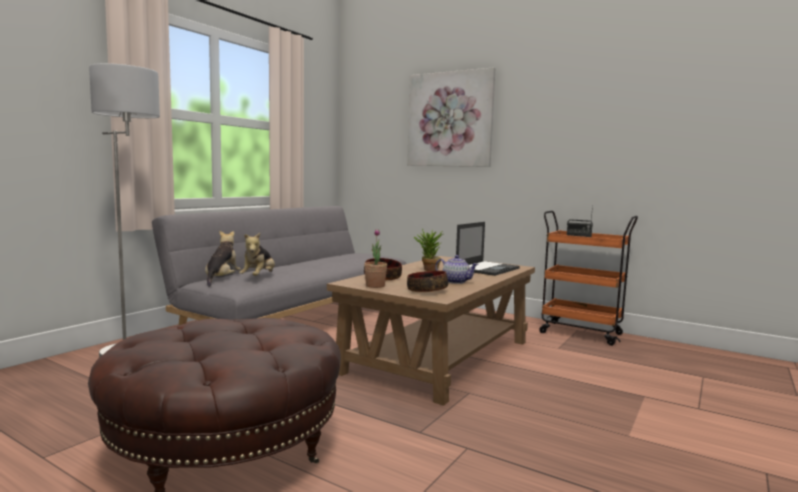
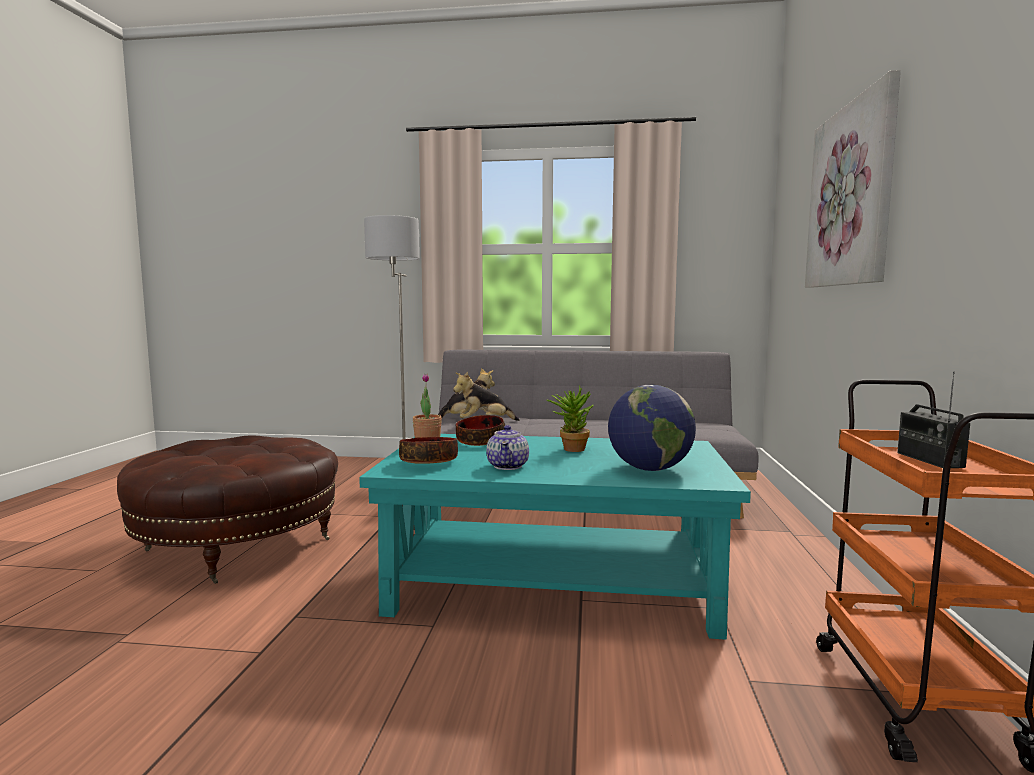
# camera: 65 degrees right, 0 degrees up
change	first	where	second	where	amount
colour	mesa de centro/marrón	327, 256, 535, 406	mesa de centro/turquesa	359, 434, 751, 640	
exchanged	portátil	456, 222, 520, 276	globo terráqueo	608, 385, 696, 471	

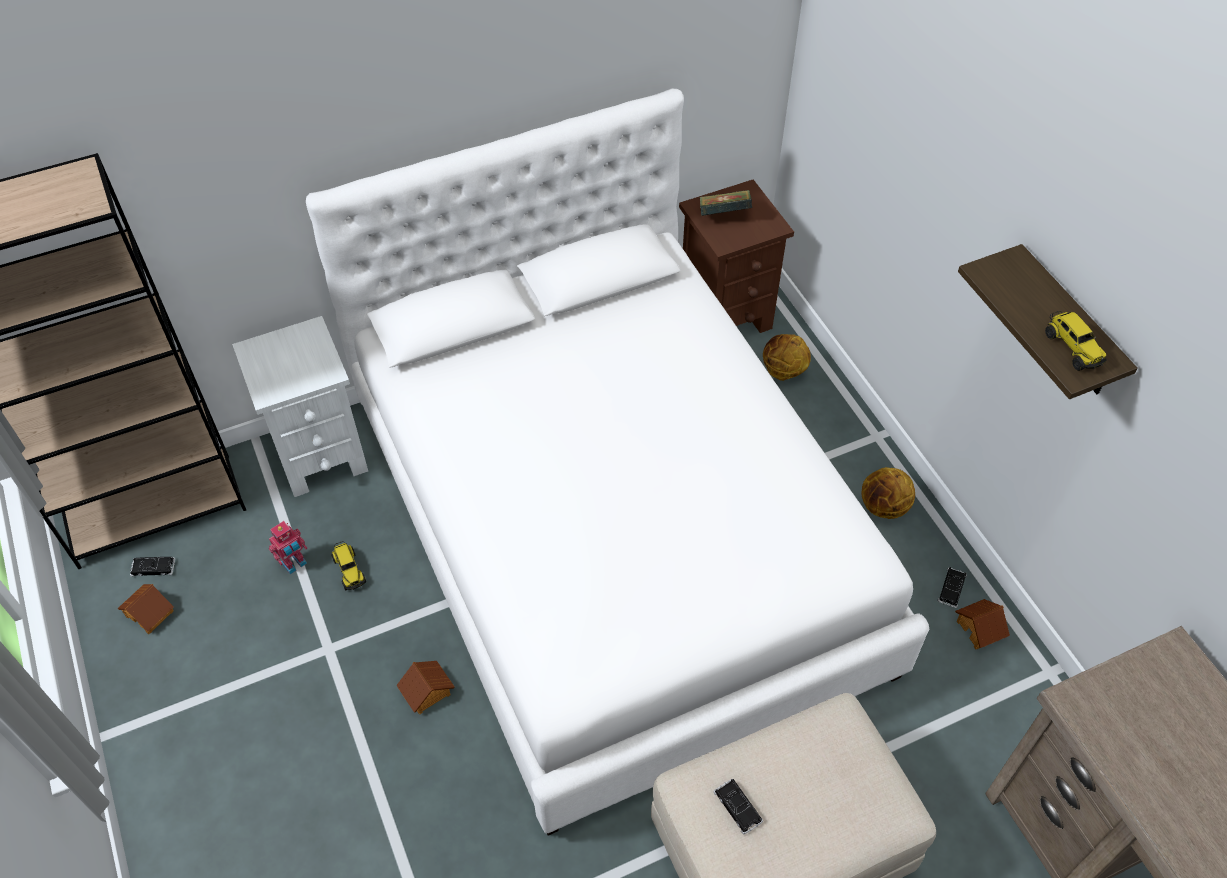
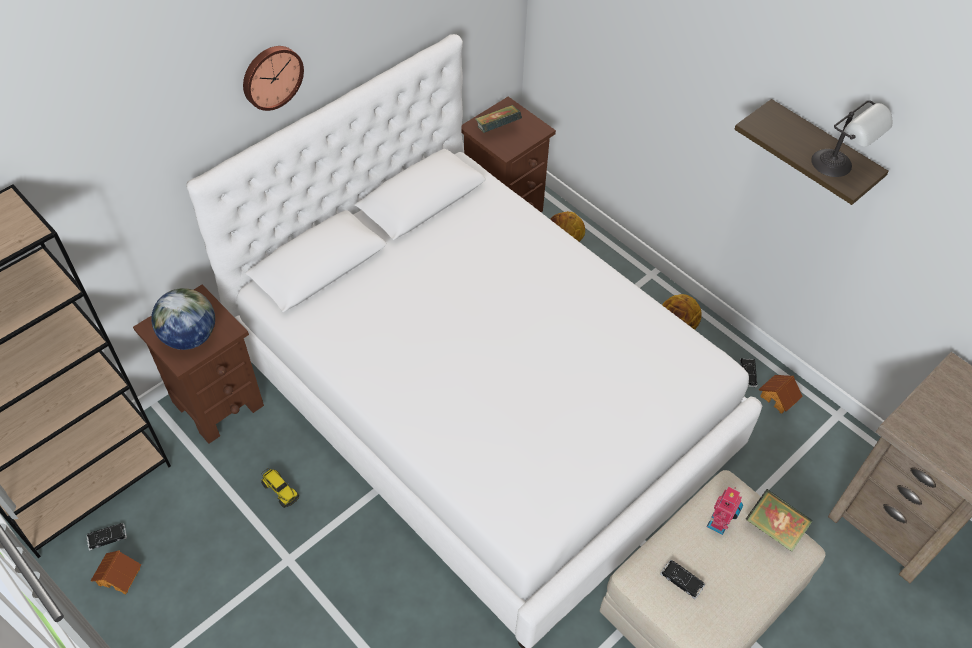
# camera: 20 degrees left, 0 degrees up
change	first	where	second	where	amount
colour	mesita de noche/blanco	232, 316, 368, 497	mesita de noche/marrón	133, 285, 264, 444	
relocated	robot de juguete	269, 521, 307, 574		707, 486, 743, 535	
missing	casita	396, 661, 455, 714			
exchanged	camión de juguete	1045, 311, 1107, 371	lámpara de mesa	811, 100, 893, 177	
appeared			globo terráqueo	151, 288, 215, 350	
appeared			reloj de pared	243, 46, 304, 111	
appeared			libro	746, 489, 813, 552	

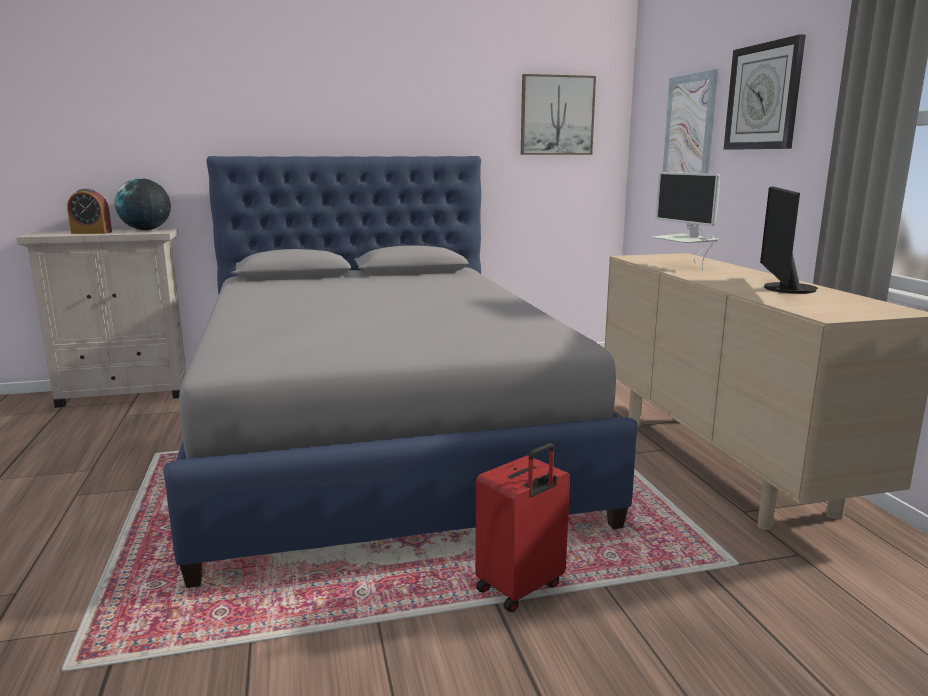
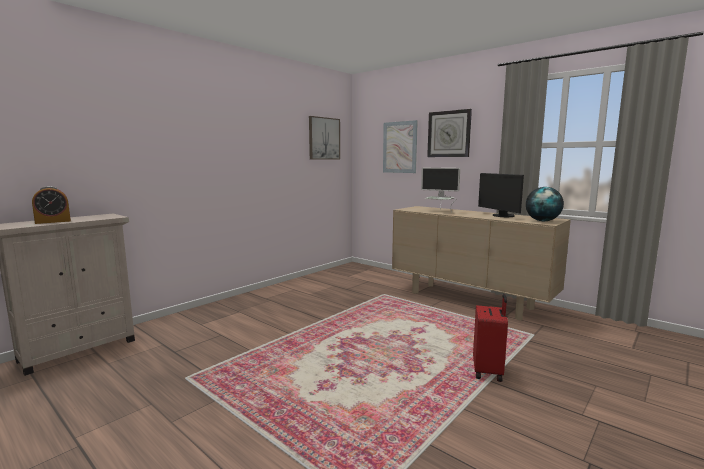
# camera: 35 degrees left, 5 degrees down
change	first	where	second	where	amount
relocated	globo terráqueo	115, 178, 171, 230		526, 187, 564, 221	
missing	cama/gris	163, 156, 638, 588			

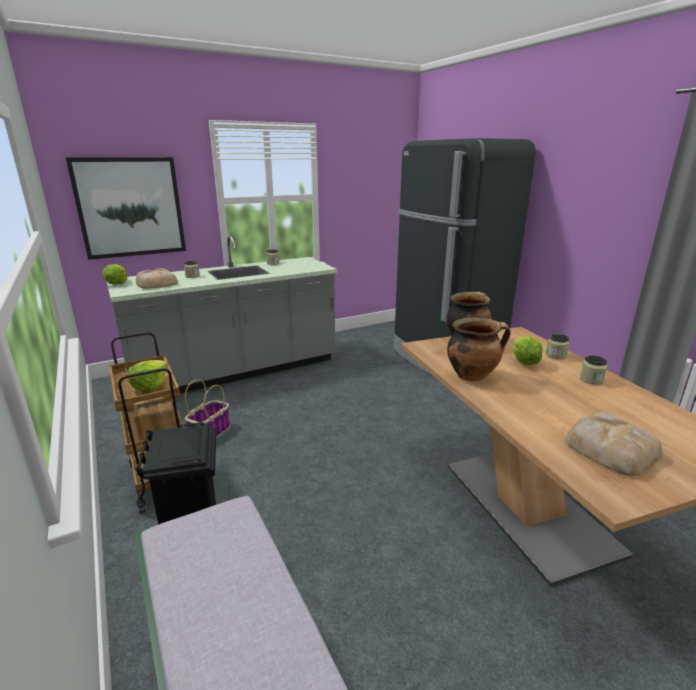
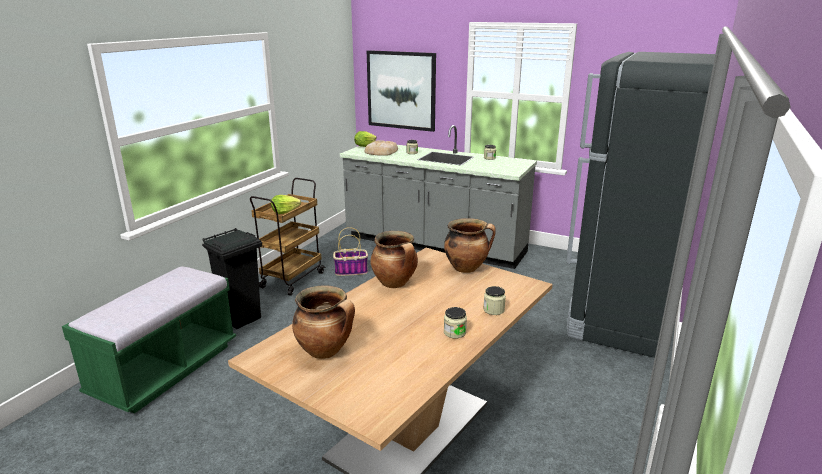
# camera: 55 degrees right, 0 degrees up
change	first	where	second	where	amount
missing	lechuga	513, 336, 543, 365			
exchanged	pan	565, 412, 663, 476	olla	292, 286, 355, 359	

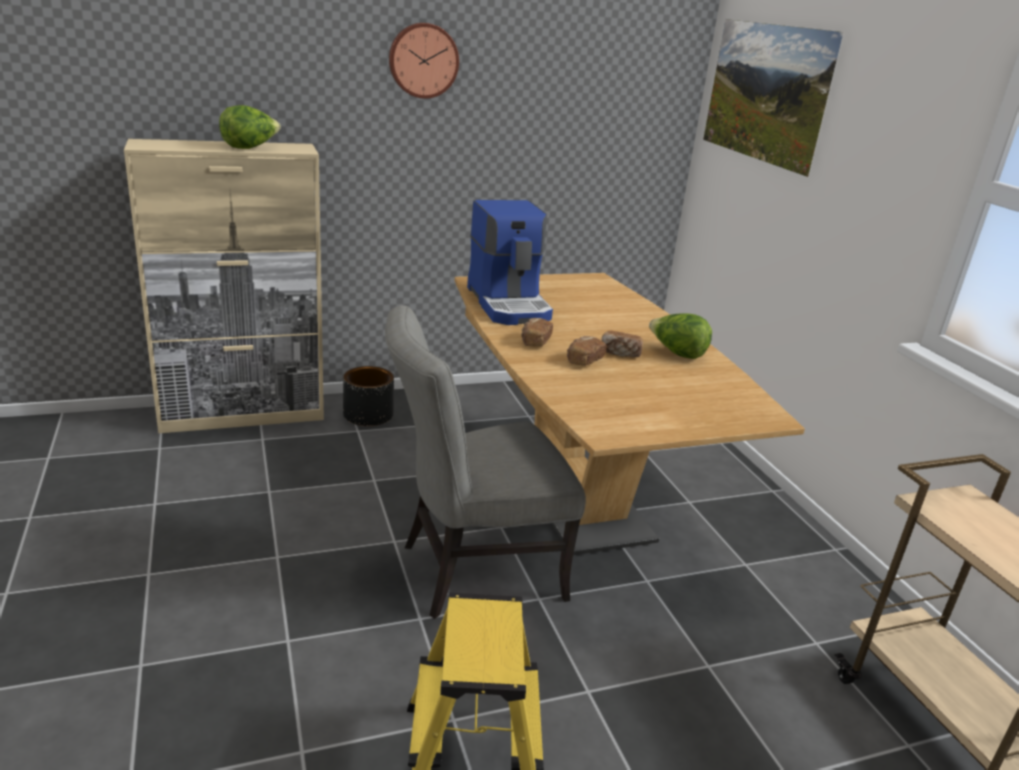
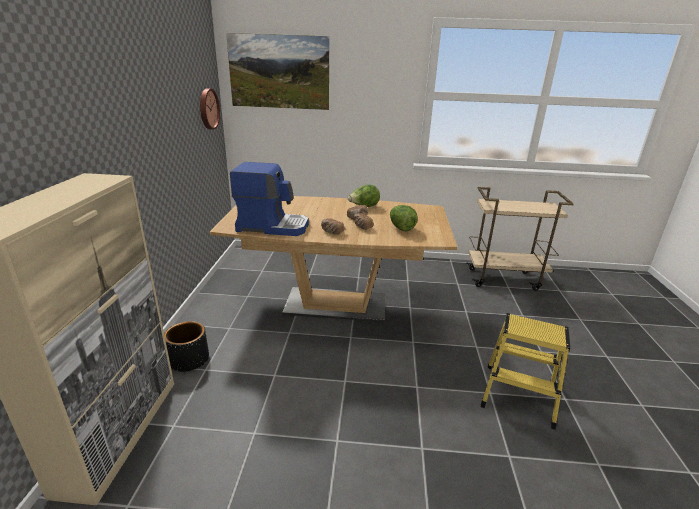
# camera: 65 degrees left, 0 degrees up
change	first	where	second	where	amount
relocated	lechuga	219, 105, 281, 149		390, 205, 418, 232	
missing	silla/gris	385, 305, 586, 619			
relocated	reloj de pared	389, 23, 459, 99		200, 89, 220, 130	

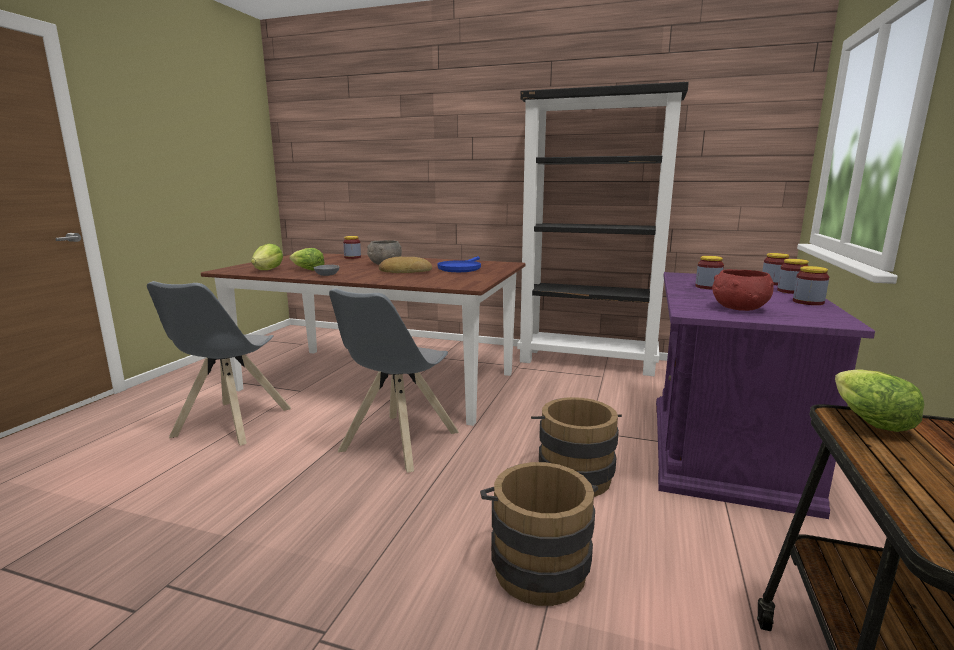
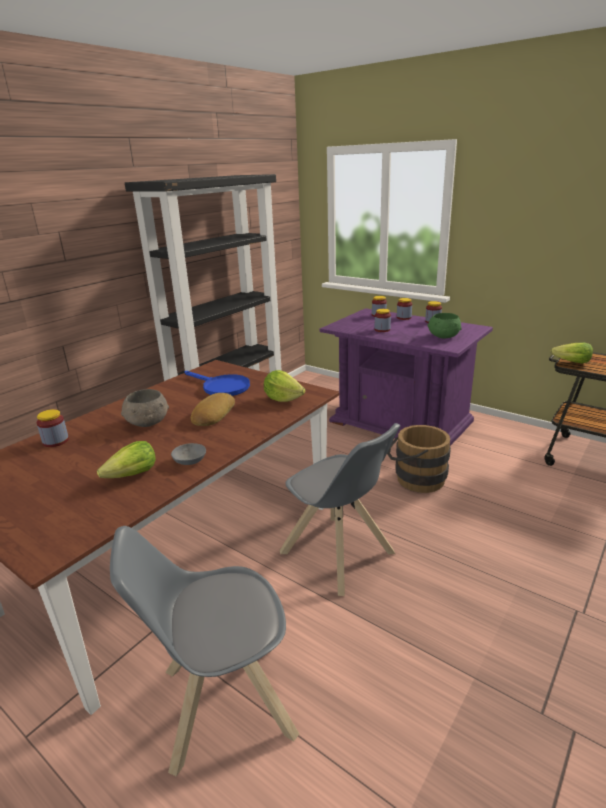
# camera: 70 degrees left, 10 degrees up
change	first	where	second	where	amount
spun	silla/gris	147, 281, 291, 446		110, 526, 299, 776	135 degrees clockwise
relocated	lechuga	251, 244, 283, 270		264, 370, 305, 402	
missing	cubo/marrón	480, 462, 598, 606			
colour	cuenco/rojo	712, 269, 774, 311	cuenco/verde	428, 313, 462, 339	

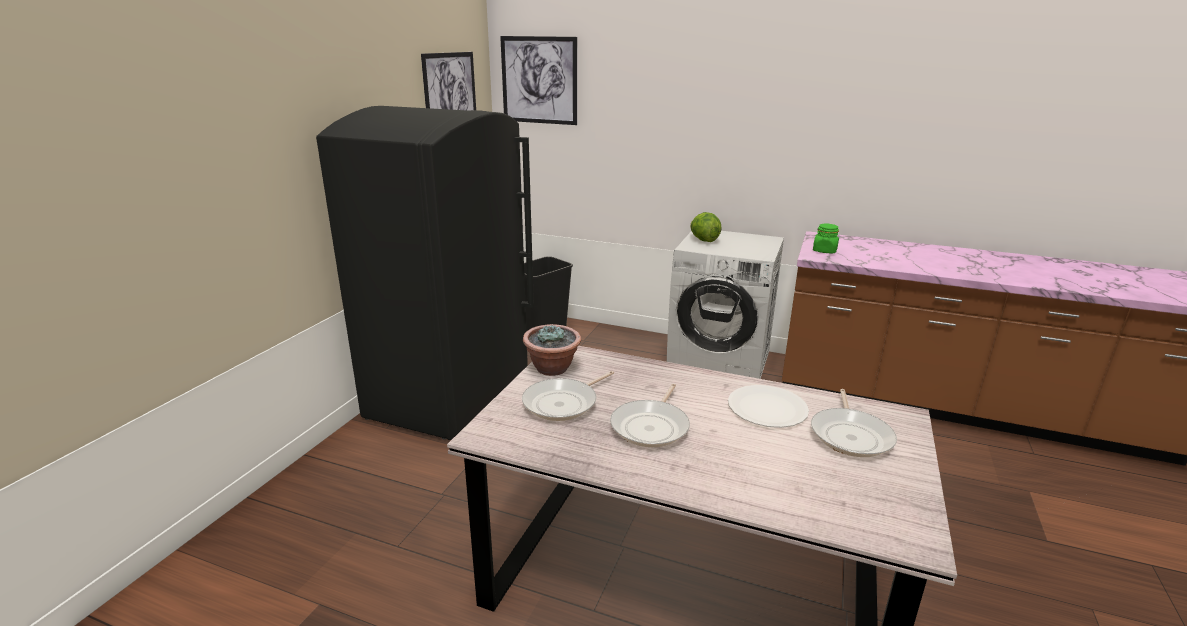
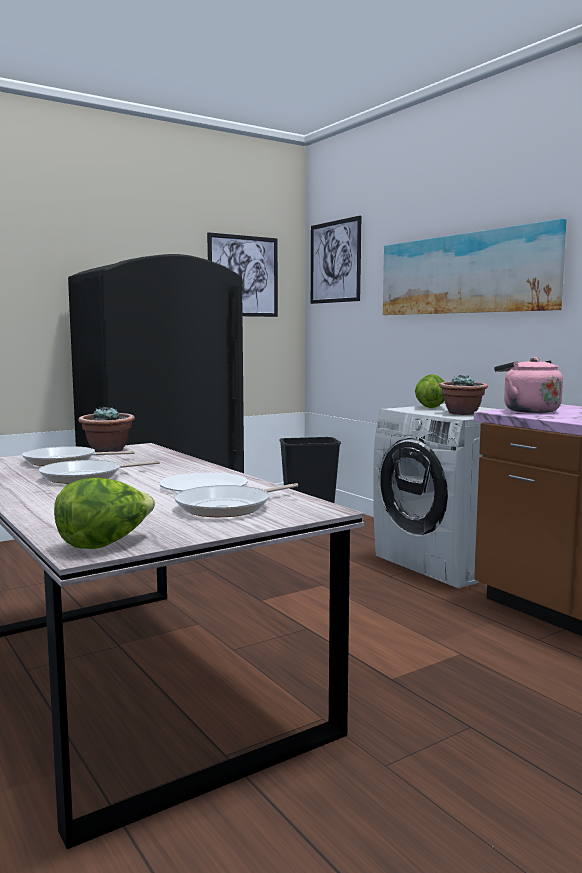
# camera: 35 degrees right, 15 degrees down
change	first	where	second	where	amount
exchanged	tarro/verde	813, 224, 839, 253	hervidor/rosa	494, 357, 563, 413	
appeared			lechuga	54, 478, 155, 549	
appeared			cuadro	383, 219, 567, 315	
appeared			planta en maceta	439, 375, 488, 415	

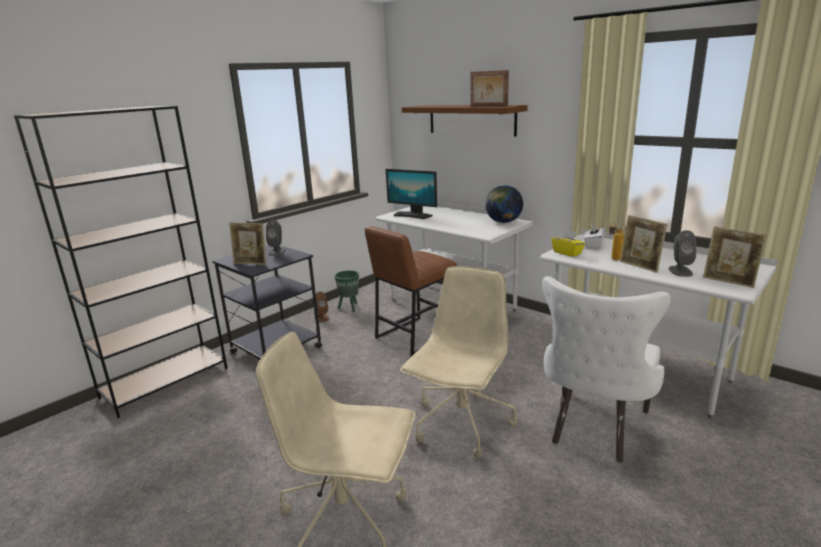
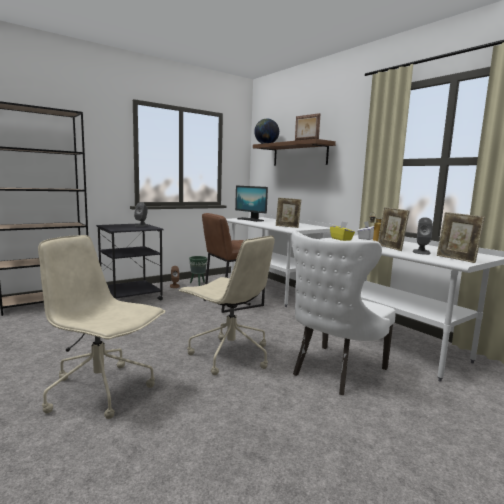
# camera: 10 degrees right, 10 degrees down
change	first	where	second	where	amount
relocated	portarretratos	229, 222, 266, 265		276, 198, 301, 228	
spun	silla de oficina/beis	400, 266, 517, 458		178, 235, 275, 375	90 degrees clockwise
relocated	globo terráqueo	485, 185, 523, 223		254, 119, 279, 144	

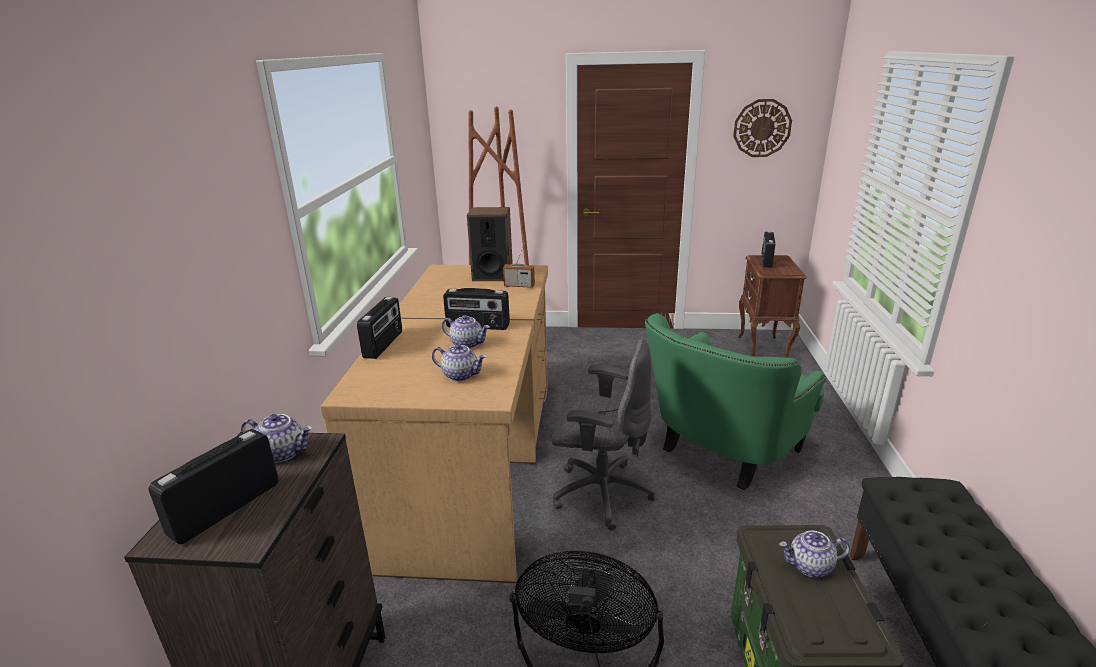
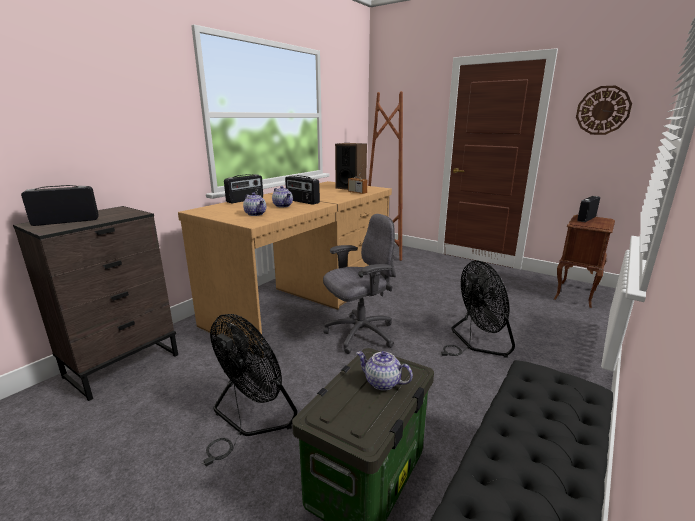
# camera: 30 degrees right, 5 degrees down
change	first	where	second	where	amount
missing	tetera	241, 414, 312, 463			
spun	silla de oficina/gris	552, 339, 656, 530		323, 214, 396, 354	75 degrees counterclockwise
exchanged	sillón/verde	645, 313, 826, 490	ventilador/negro	441, 260, 515, 358	

